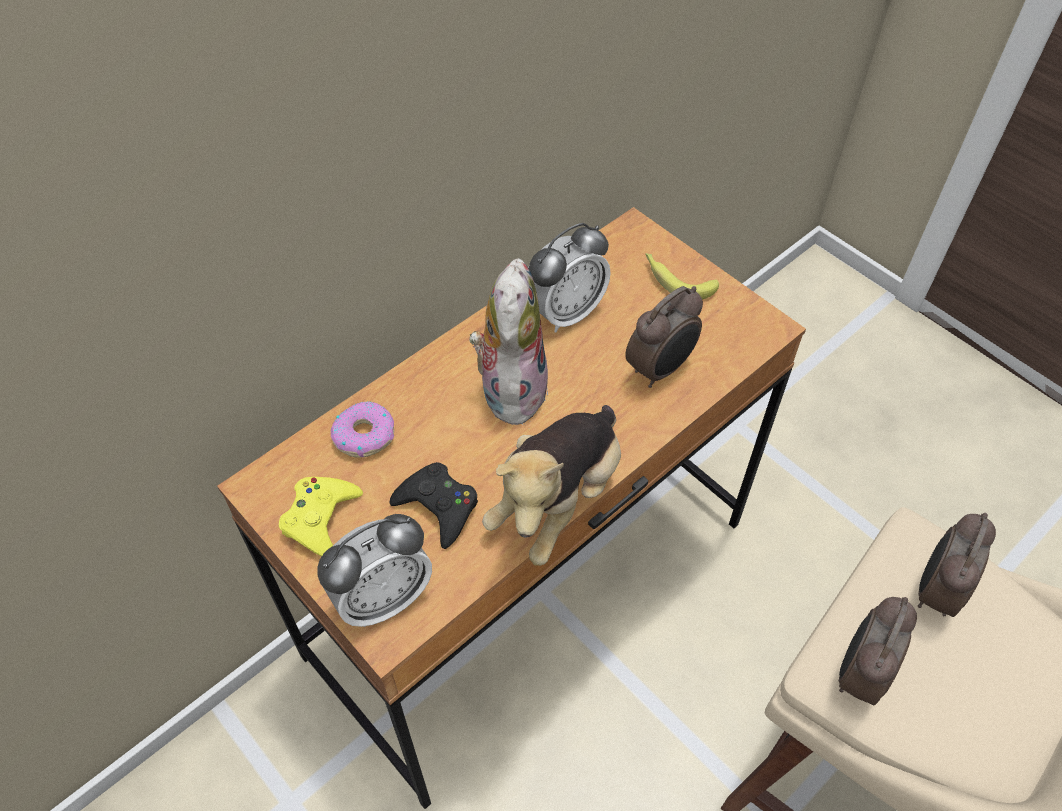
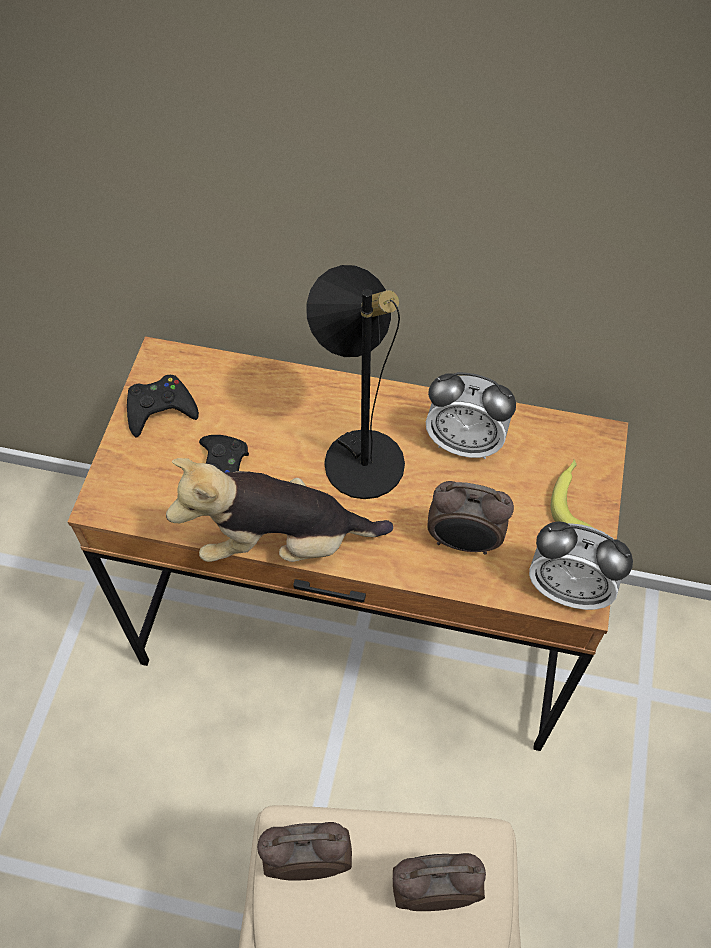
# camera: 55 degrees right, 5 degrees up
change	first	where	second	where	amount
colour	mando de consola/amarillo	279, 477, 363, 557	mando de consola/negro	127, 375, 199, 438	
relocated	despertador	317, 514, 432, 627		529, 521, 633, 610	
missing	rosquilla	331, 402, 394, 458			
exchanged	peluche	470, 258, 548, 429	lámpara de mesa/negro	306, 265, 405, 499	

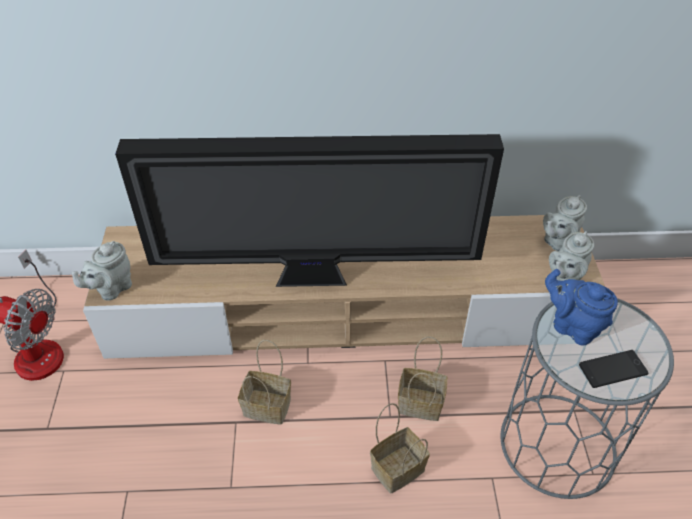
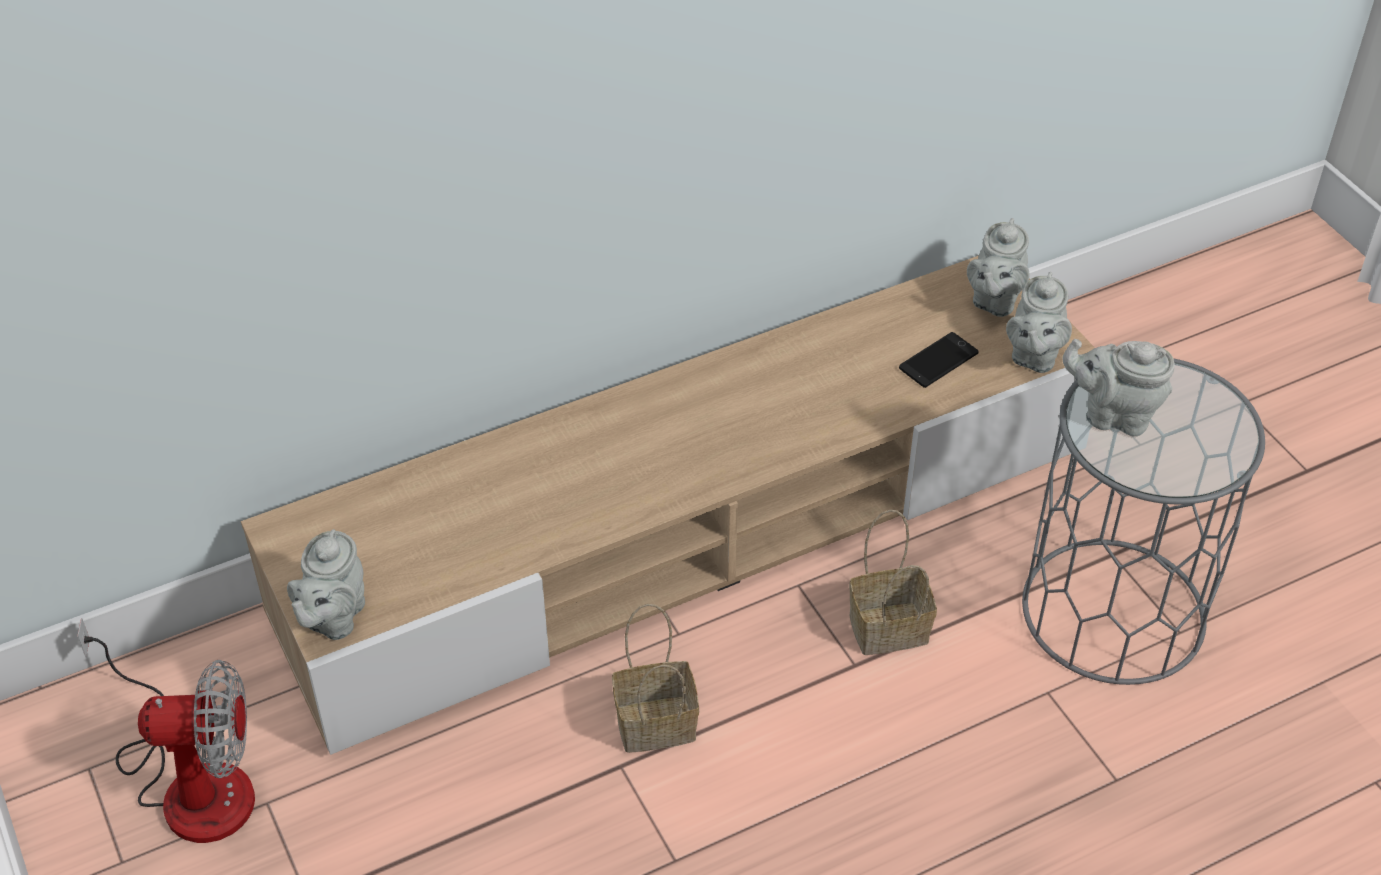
# camera: 25 degrees left, 0 degrees up
change	first	where	second	where	amount
missing	televisor	115, 134, 504, 287			
missing	cesta	370, 403, 430, 493			
colour	tetera/azul	545, 269, 618, 345	tetera/gris	1062, 339, 1175, 436	
relocated	móvil	579, 350, 648, 388		899, 332, 979, 388	

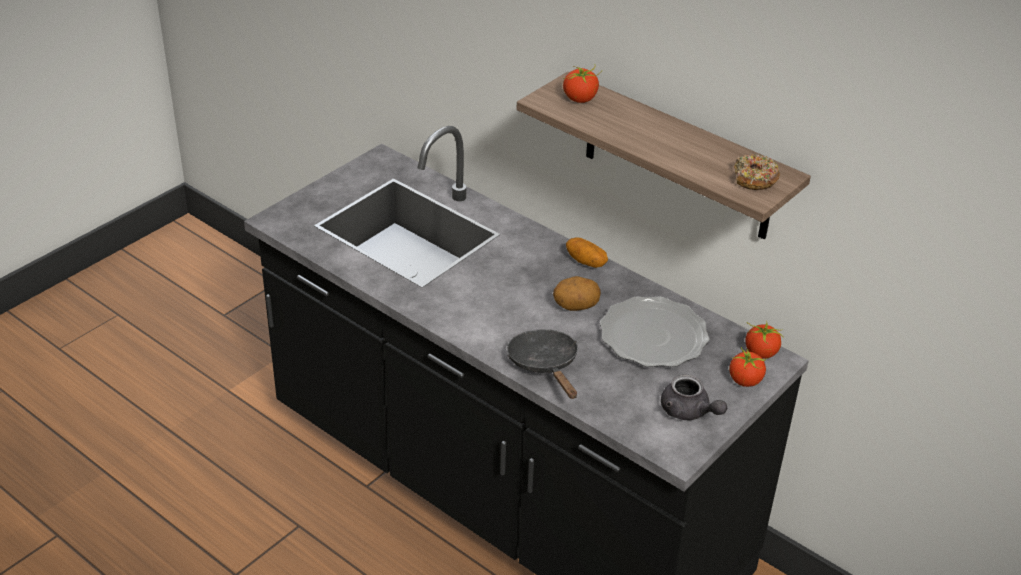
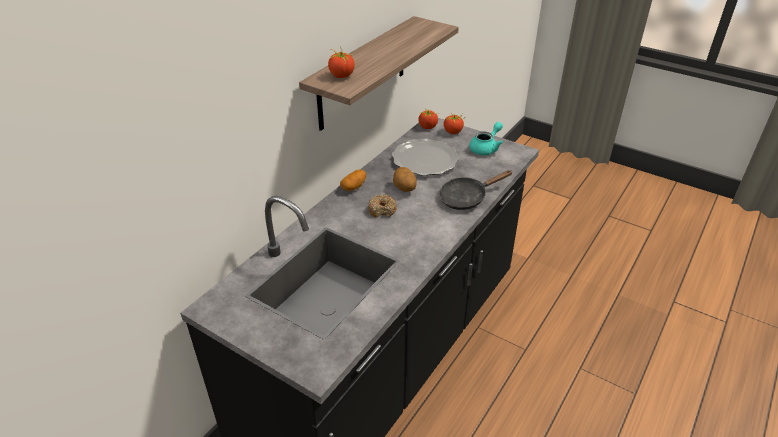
# camera: 95 degrees left, 0 degrees up
change	first	where	second	where	amount
colour	tetera/gris	661, 375, 727, 420	tetera/turquesa	469, 122, 503, 155	
relocated	rosquilla	734, 154, 780, 190		368, 194, 397, 217	

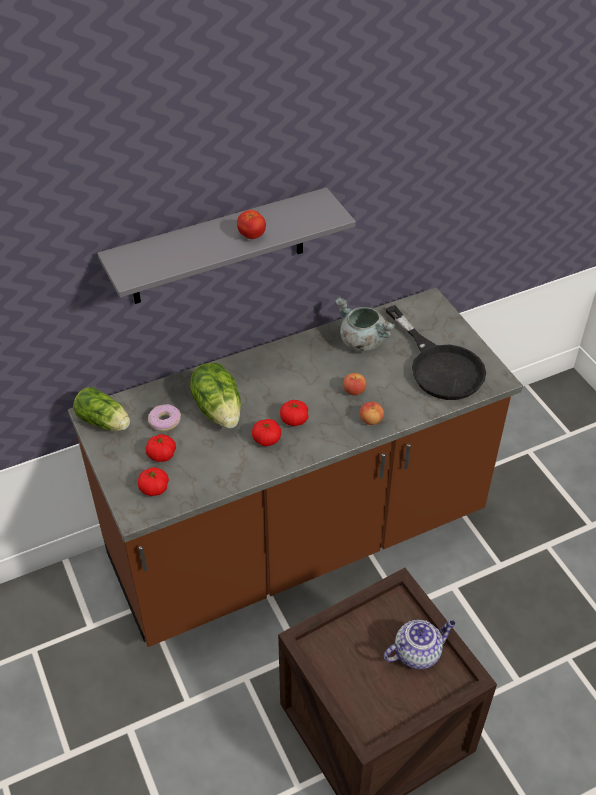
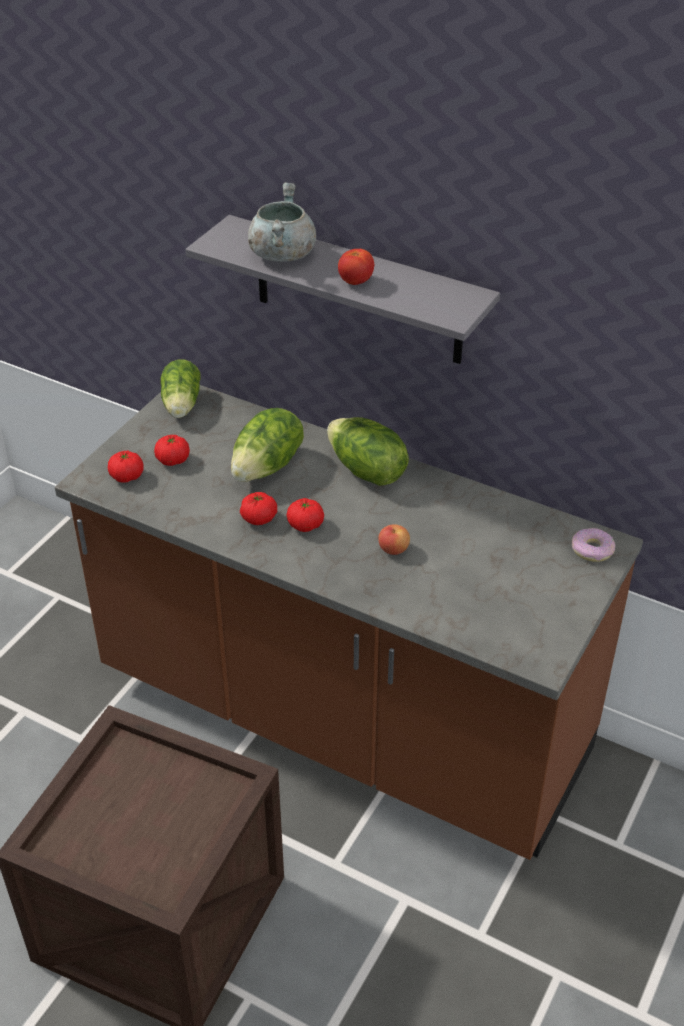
# camera: 55 degrees right, 5 degrees down
change	first	where	second	where	amount
relocated	rosquilla	148, 404, 181, 431		572, 528, 615, 562	
relocated	olla/gris	335, 297, 395, 351		248, 182, 316, 261	
missing	manzana	360, 402, 384, 425			
missing	tetera	384, 620, 456, 669			
missing	sartén/negro	386, 305, 486, 400			
appeared			lechuga	327, 417, 409, 486	

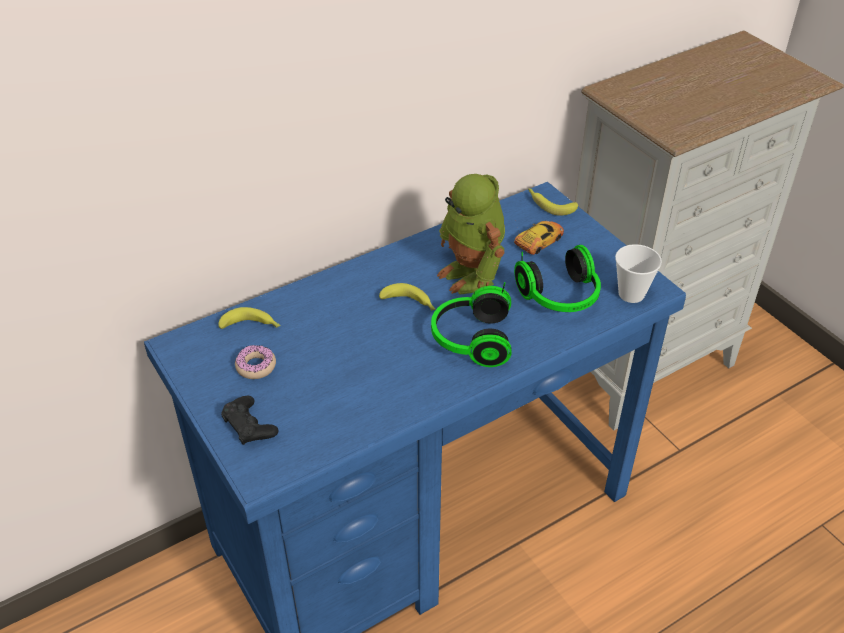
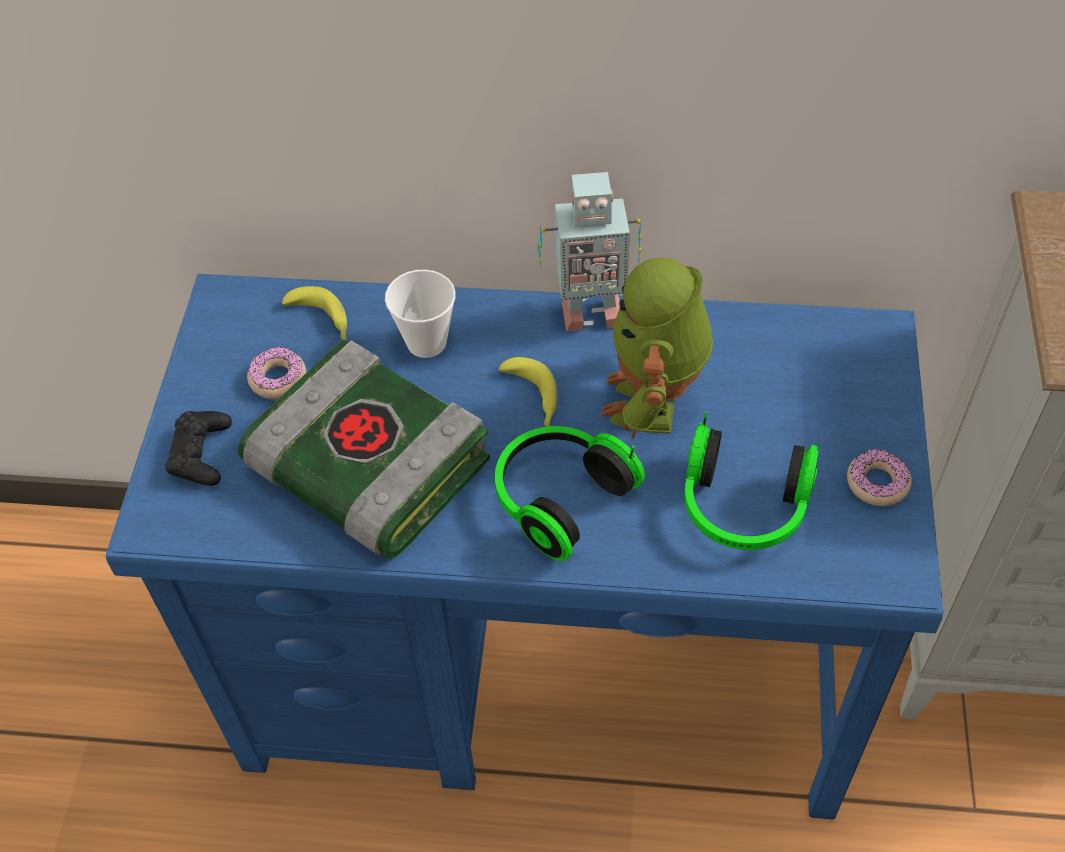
# camera: 40 degrees right, 10 degrees up
change	first	where	second	where	amount
missing	coche de juguete	514, 220, 564, 255			
missing	plátano	528, 188, 578, 216			
relocated	taza	615, 244, 662, 303		385, 270, 456, 358	
appeared			libro	238, 340, 490, 559	
appeared			robot de juguete	537, 172, 641, 331	
appeared			rosquilla	847, 449, 912, 506	

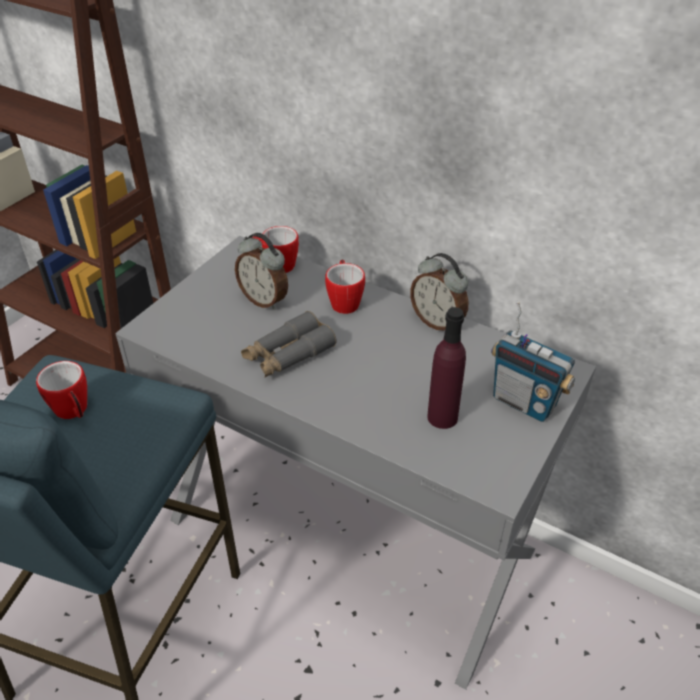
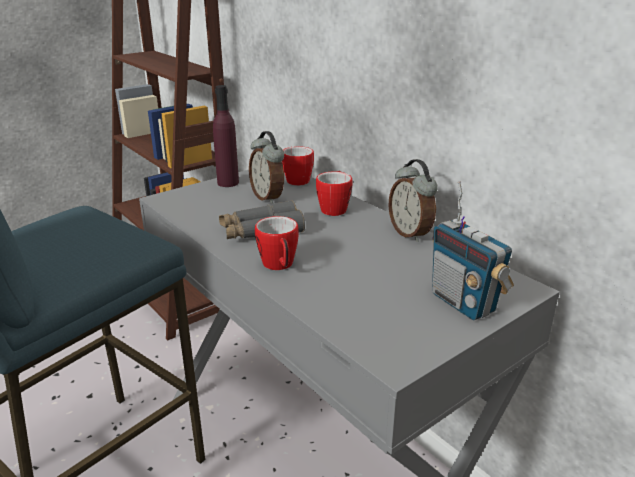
# camera: 20 degrees right, 15 degrees down
change	first	where	second	where	amount
relocated	taza grande	36, 361, 87, 419		255, 216, 299, 270	
relocated	botella/morado	427, 307, 466, 429		213, 85, 239, 187	

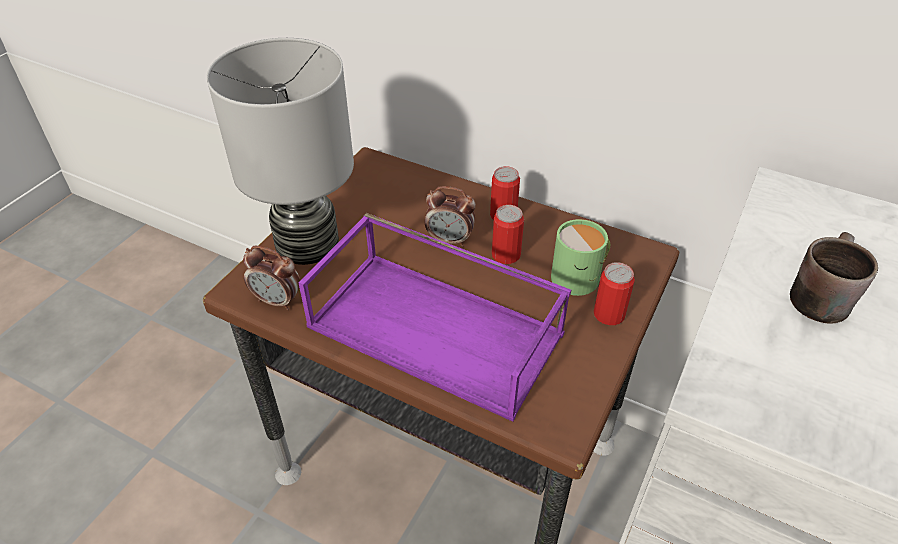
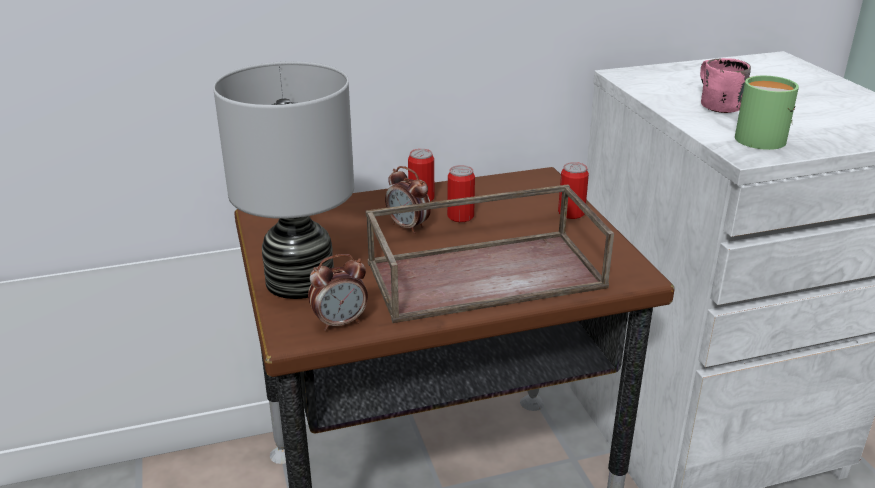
# camera: 45 degrees left, 15 degrees down
change	first	where	second	where	amount
colour	bandeja/morado	299, 213, 571, 422	bandeja/marrón	366, 184, 614, 323	
spun	despertador	425, 186, 476, 247		385, 166, 431, 234	75 degrees clockwise
relocated	taza grande/verde	551, 219, 610, 296		735, 76, 799, 150	
colour	taza grande/marrón	790, 232, 878, 323	taza grande/rosa	700, 58, 751, 113	

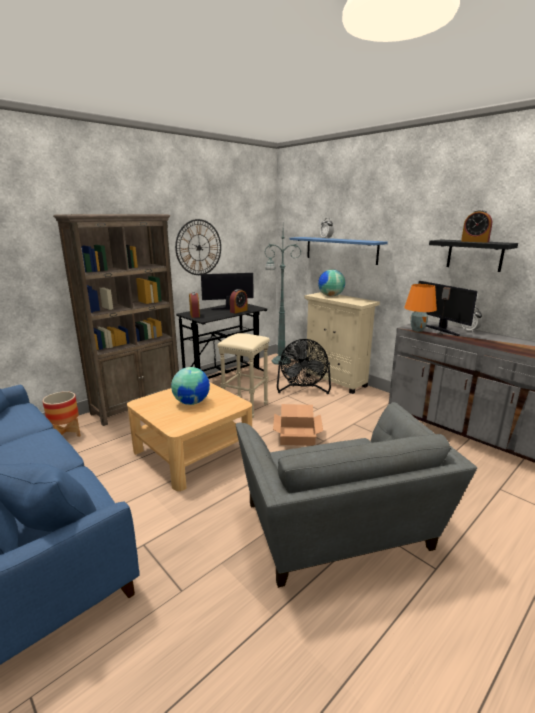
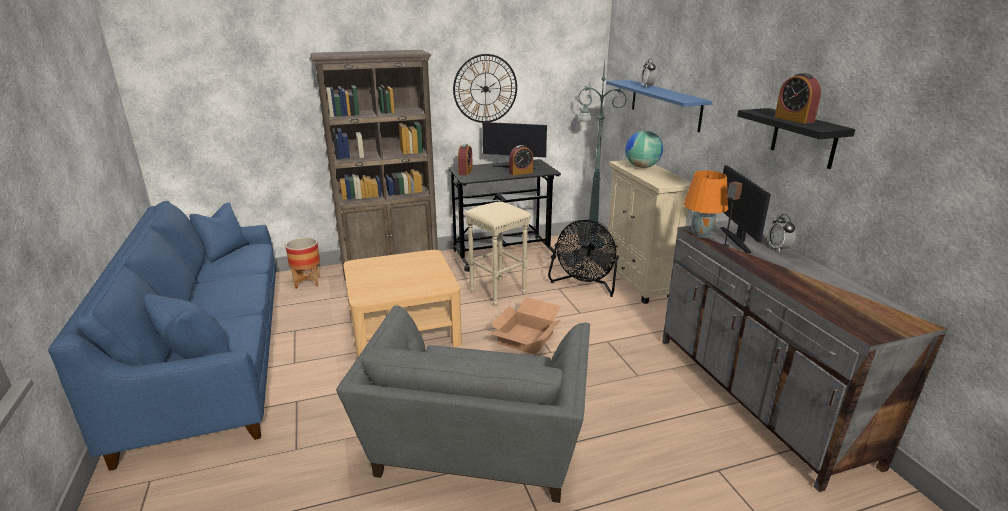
# camera: 25 degrees right, 5 degrees up
change	first	where	second	where	amount
missing	globo terráqueo	171, 367, 210, 405			

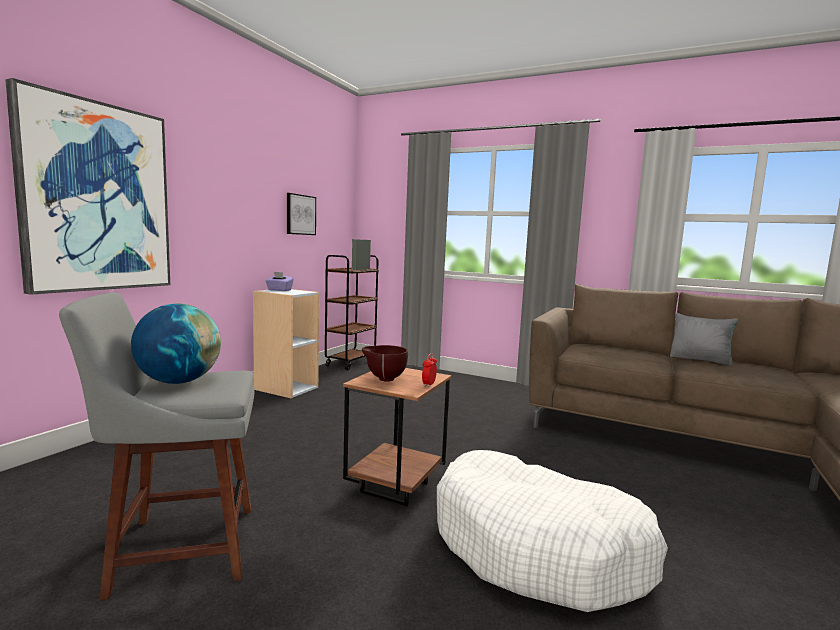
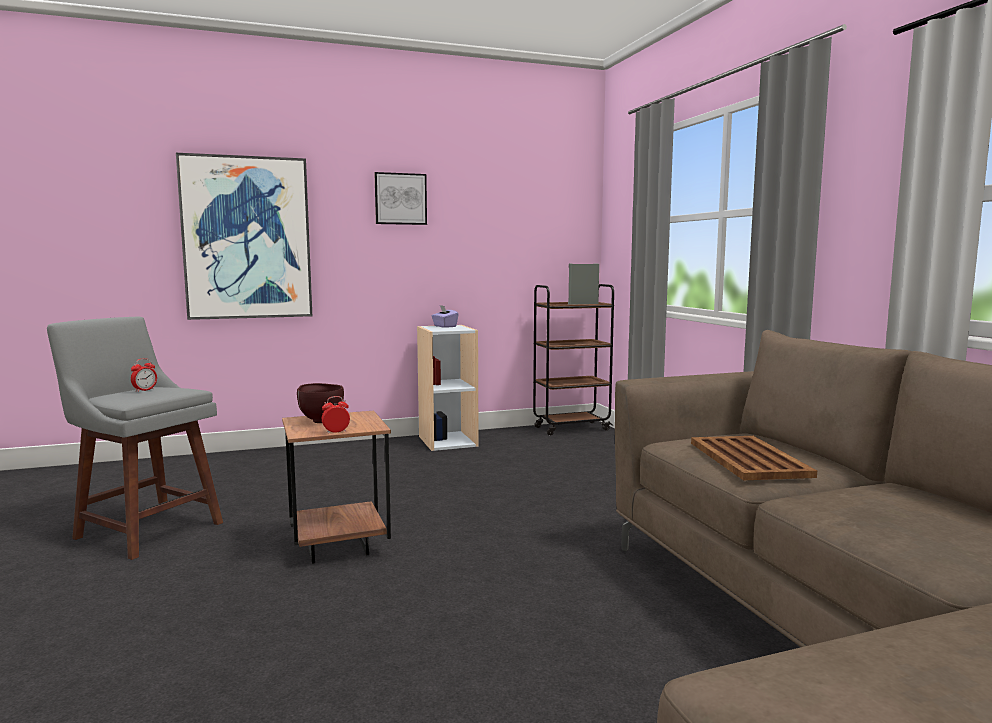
# camera: 45 degrees right, 0 degrees up
change	first	where	second	where	amount
exchanged	globo terráqueo	131, 304, 221, 384	despertador	131, 358, 157, 392	
relocated	cuadro	287, 193, 316, 235		374, 172, 427, 225	
missing	cama para perro/blanco	437, 450, 668, 612			
missing	cojín/gris	670, 313, 738, 366			
appeared			bandeja/marrón	691, 436, 817, 480	

